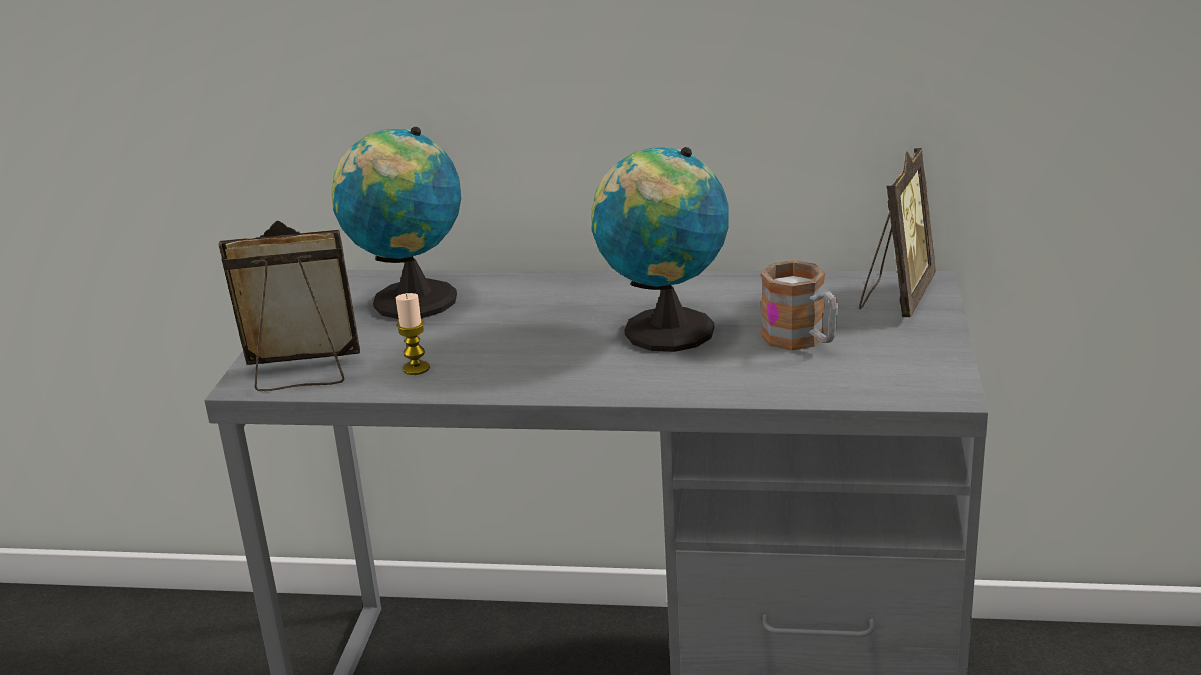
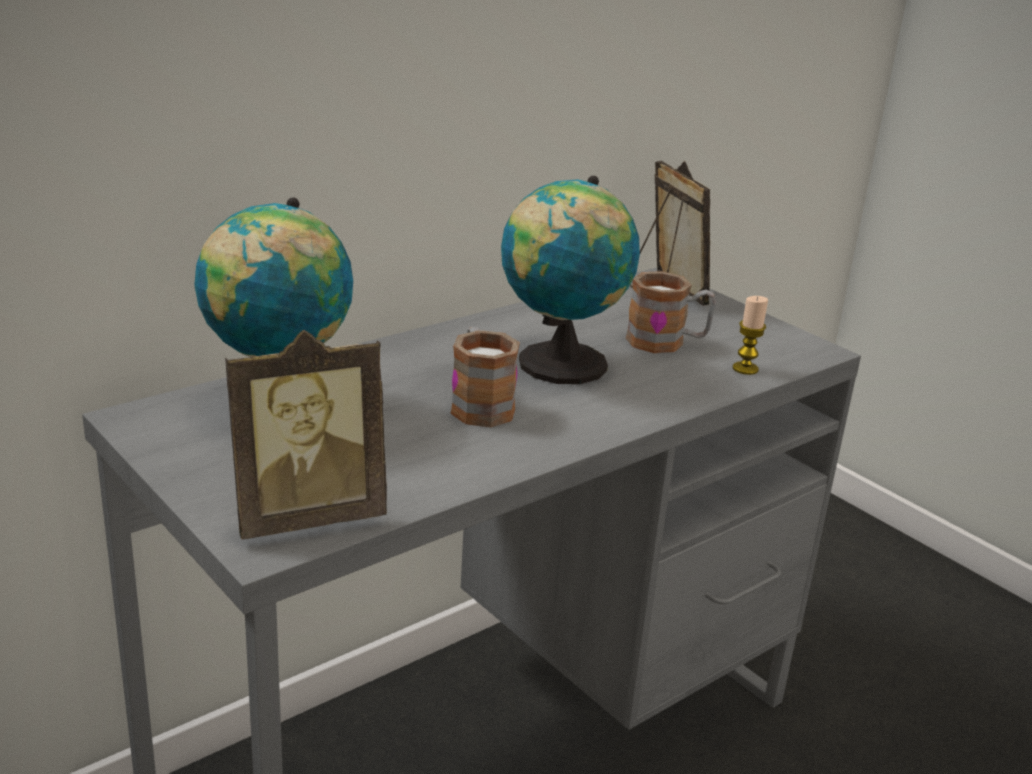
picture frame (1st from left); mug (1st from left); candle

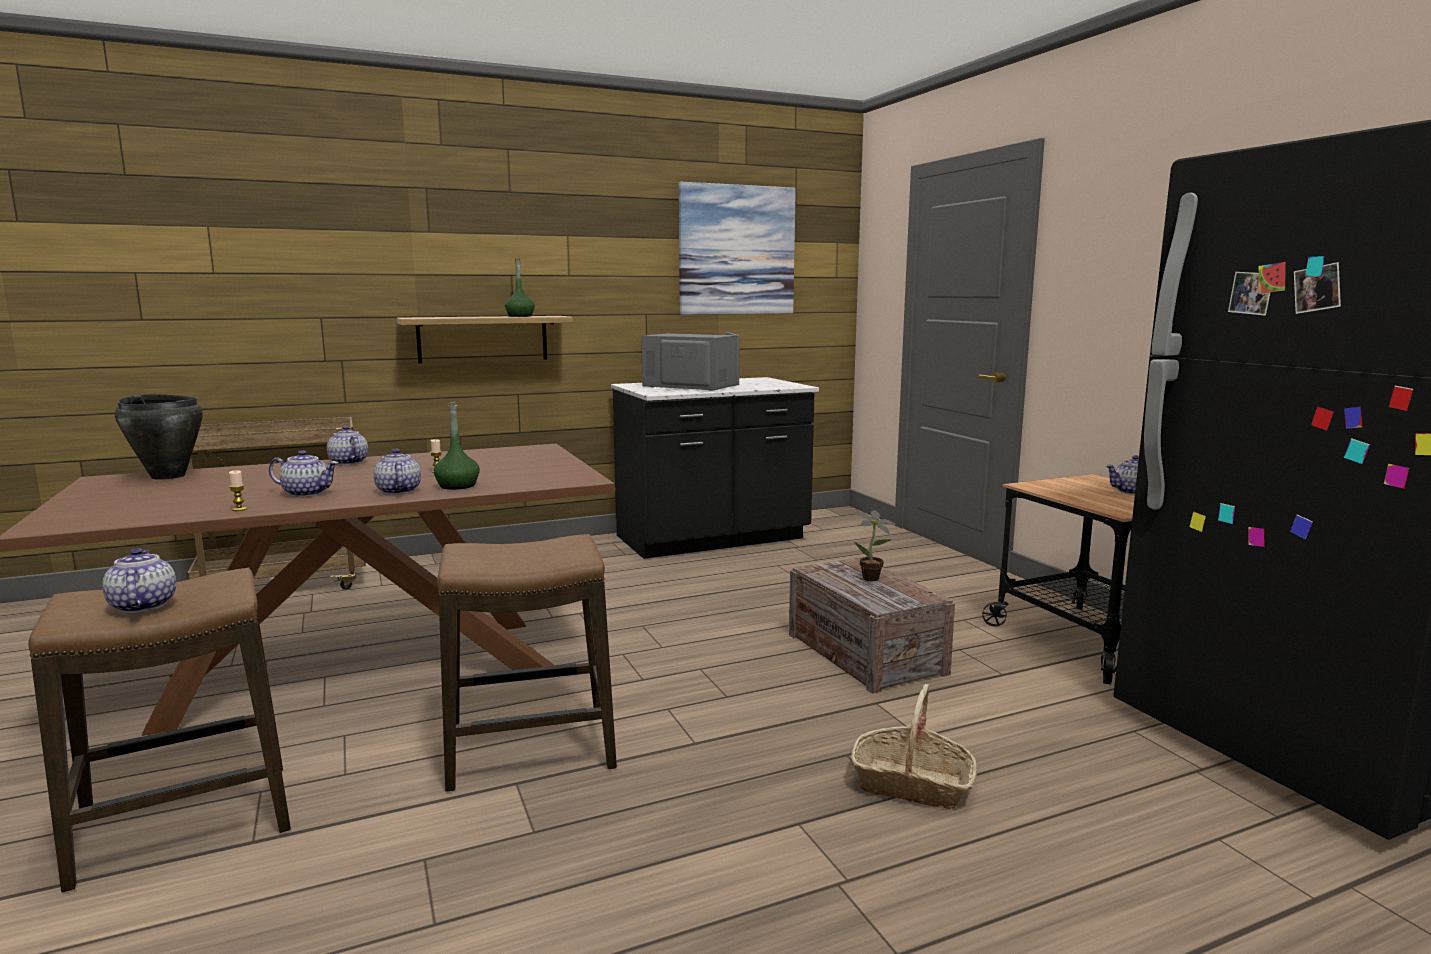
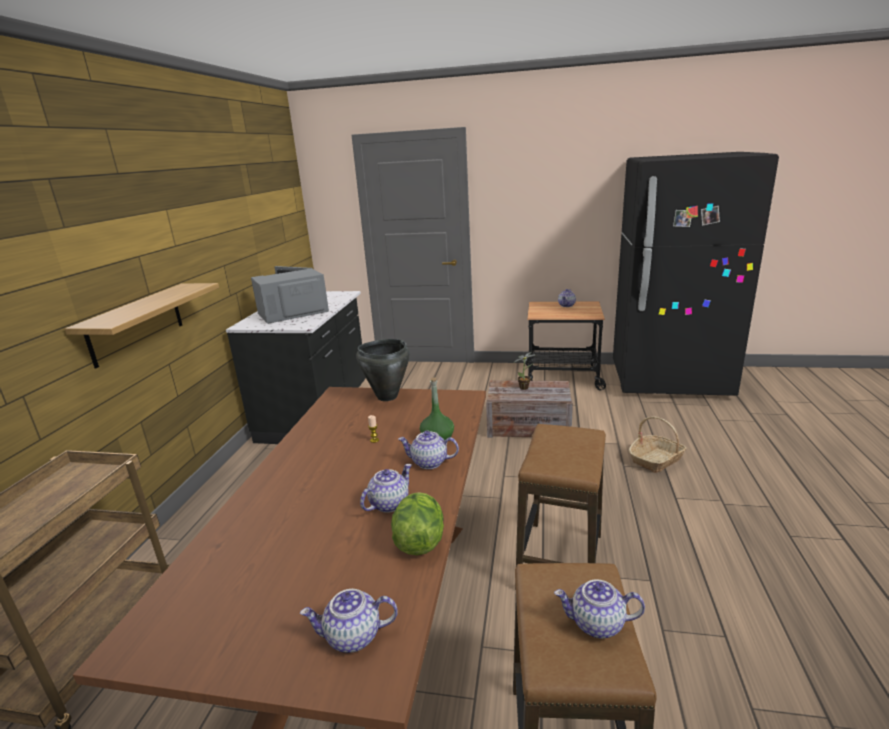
teapot (1st from left); black cooking pot; lettuce; green bottle (2nd from left in the first image); picture

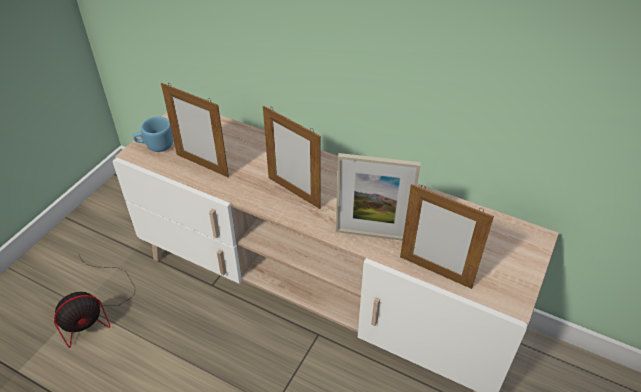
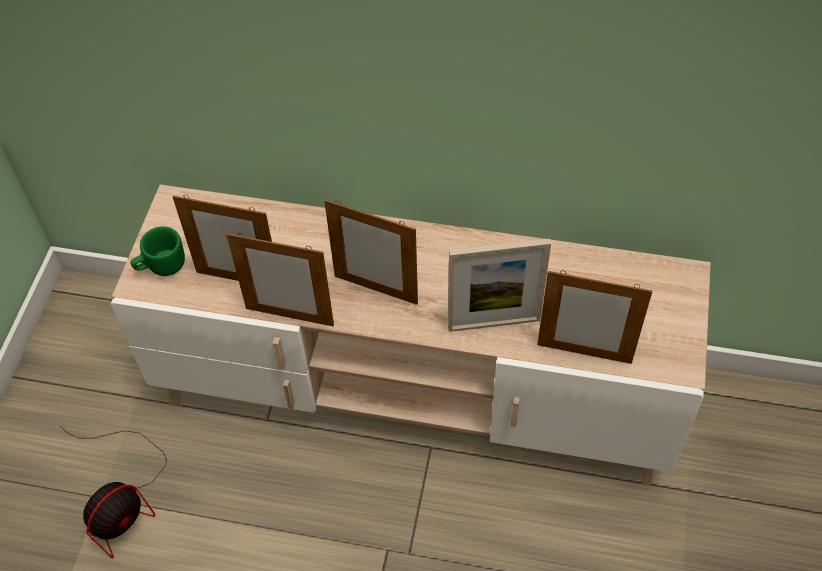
green mug; picture frame (2nd from left)

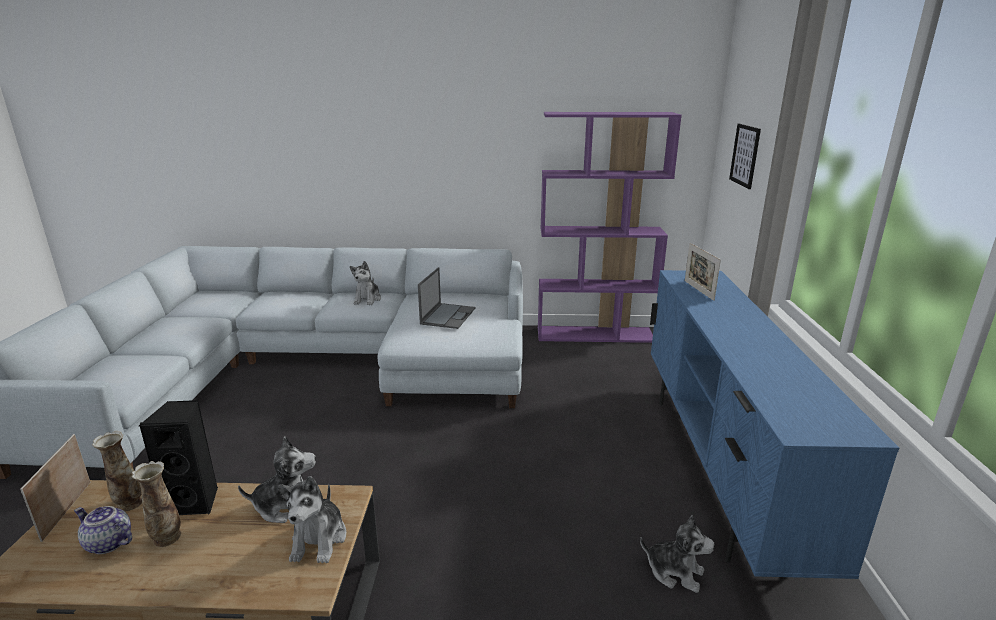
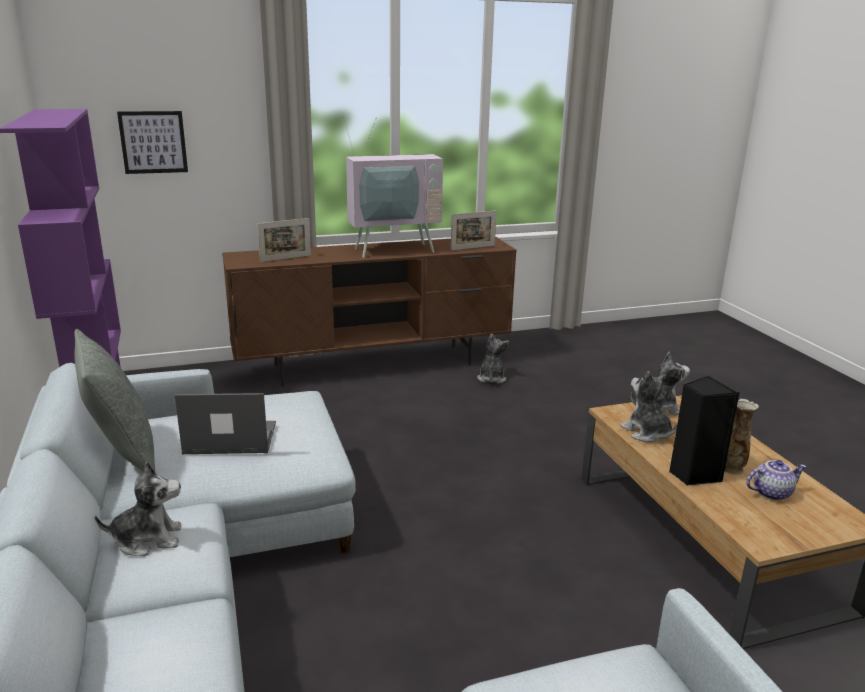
grey pillow; brown tv stand; television; picture frame (2nd from left); teapot; vase (1st from left in the first image)

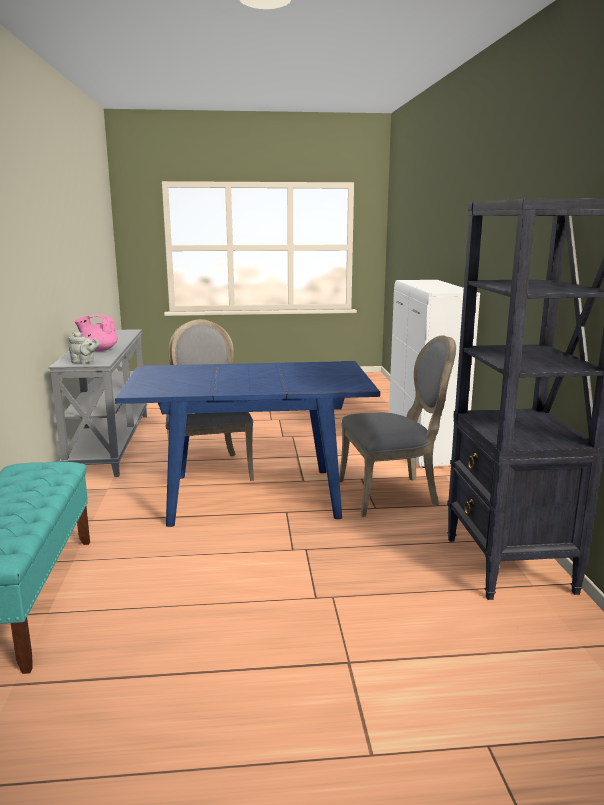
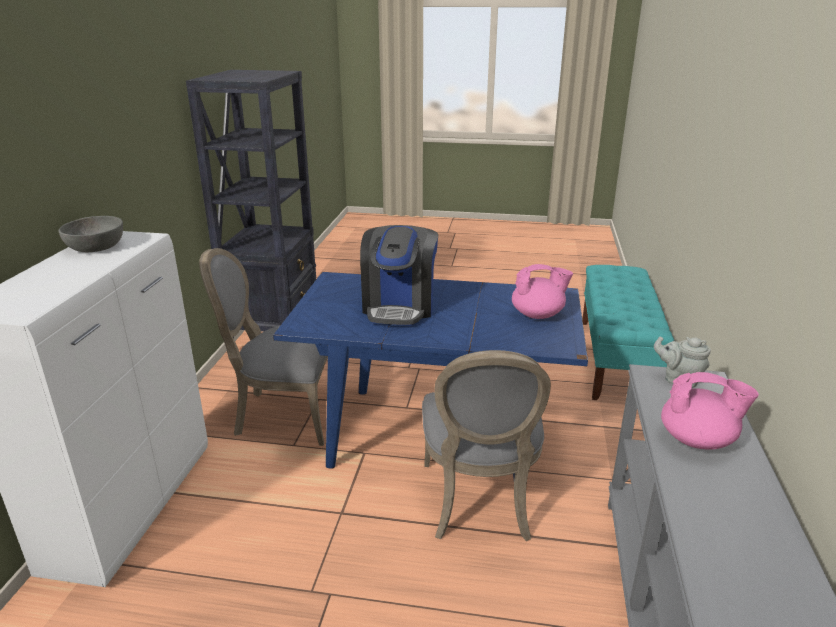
grey bowl; coffee machine; pink teapot (1st from left)

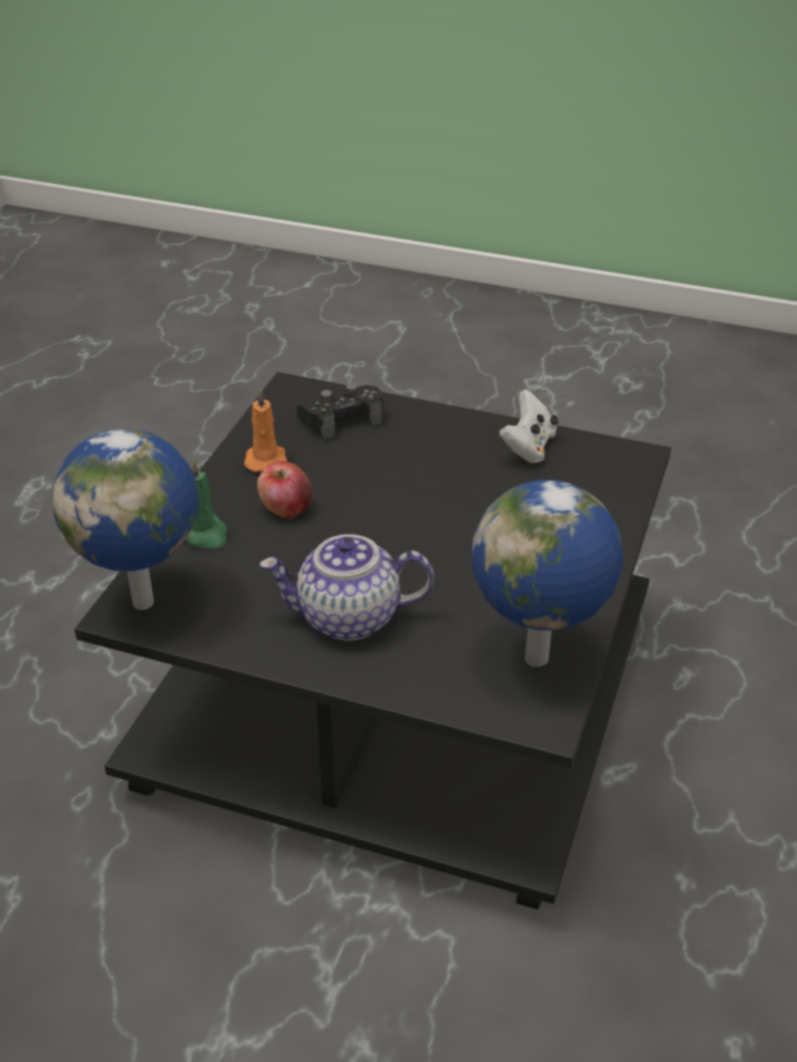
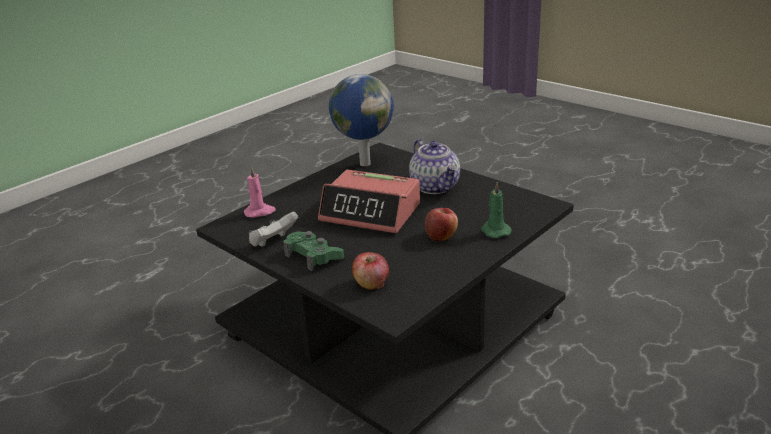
pink candle; green game controller; alarm clock; apple (1st from left); teapot; globe (1st from left in the first image); orange candle

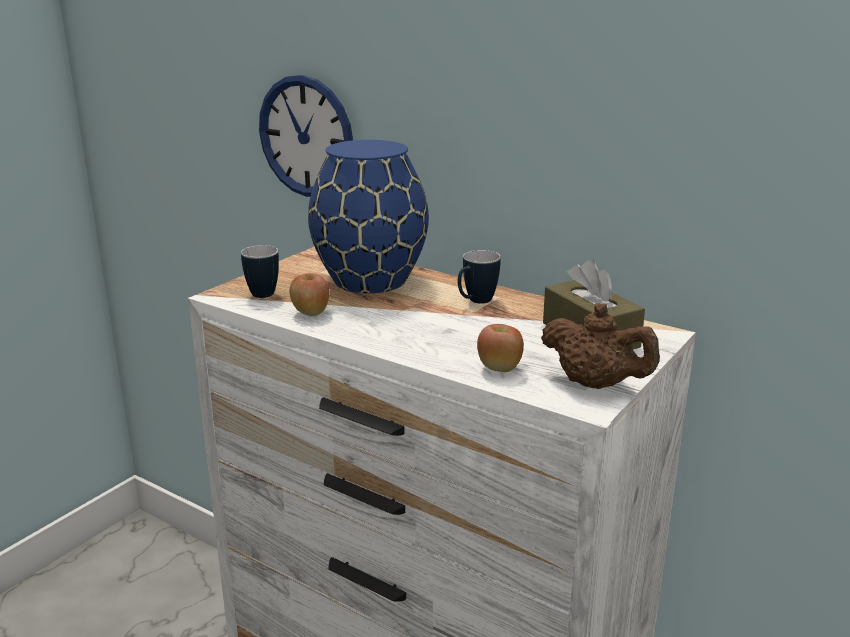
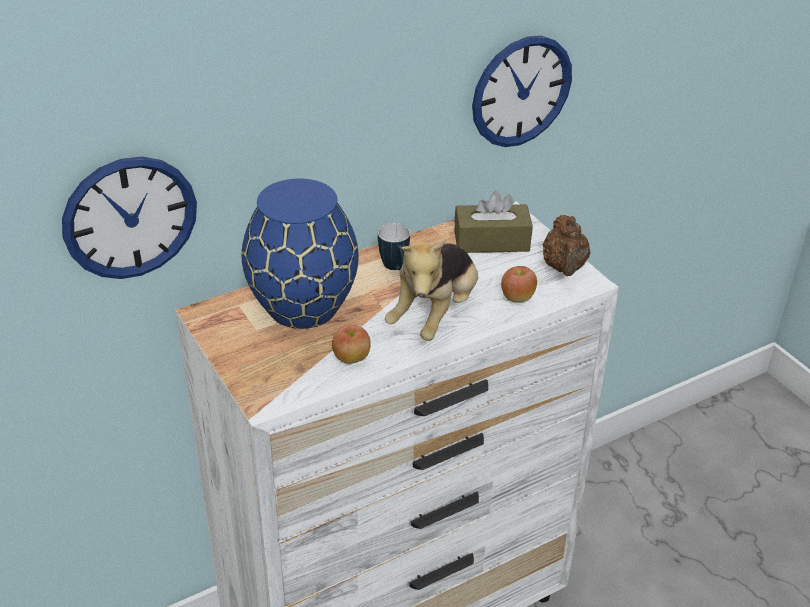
plush toy; wall clock (2nd from left); brown teapot; mug (1st from left in the first image)

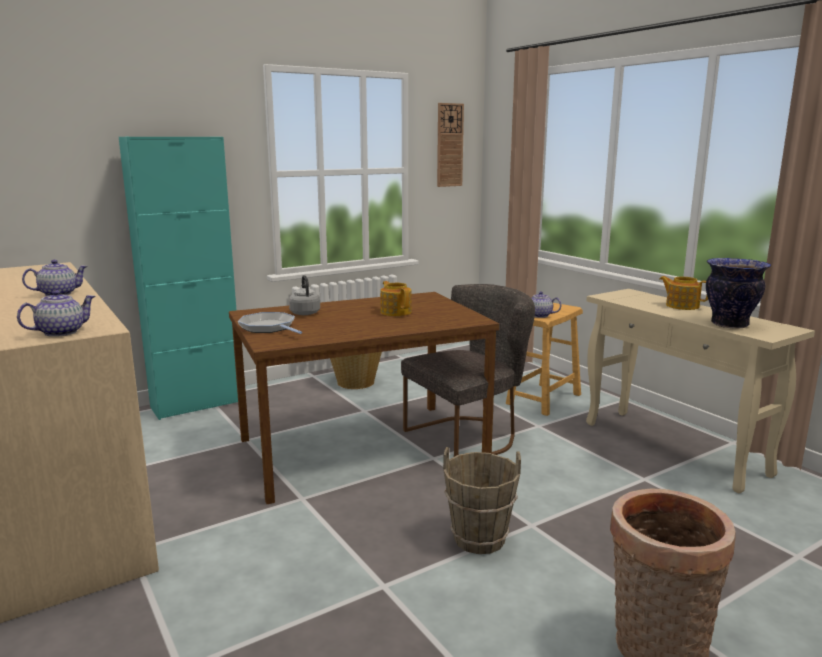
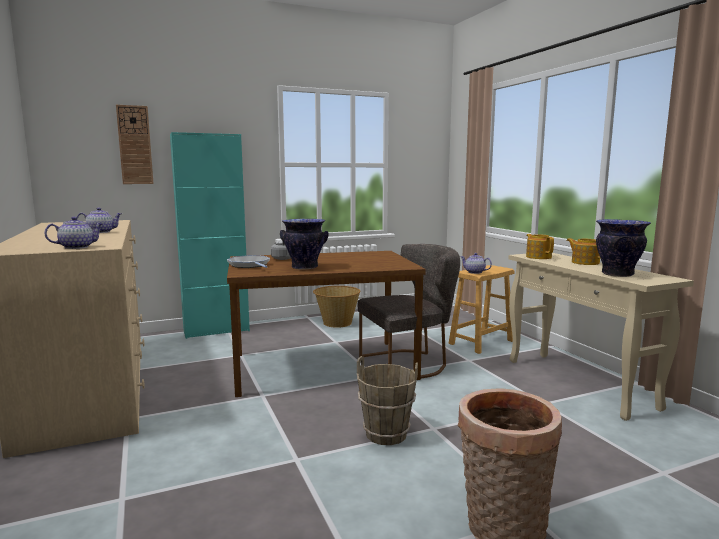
wall clock; vase (1st from left); teapot (4th from left)

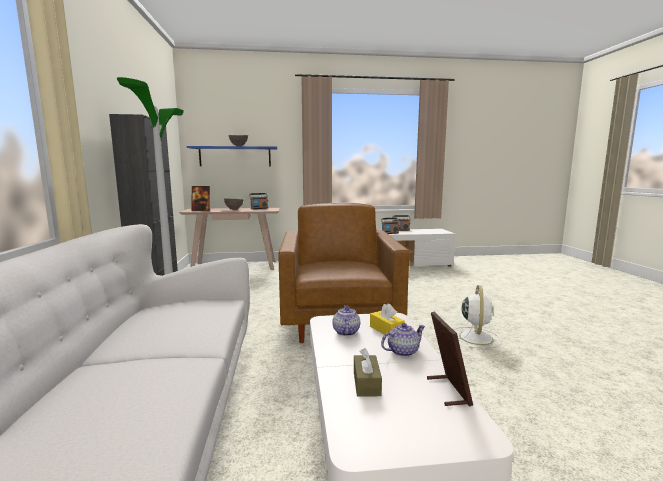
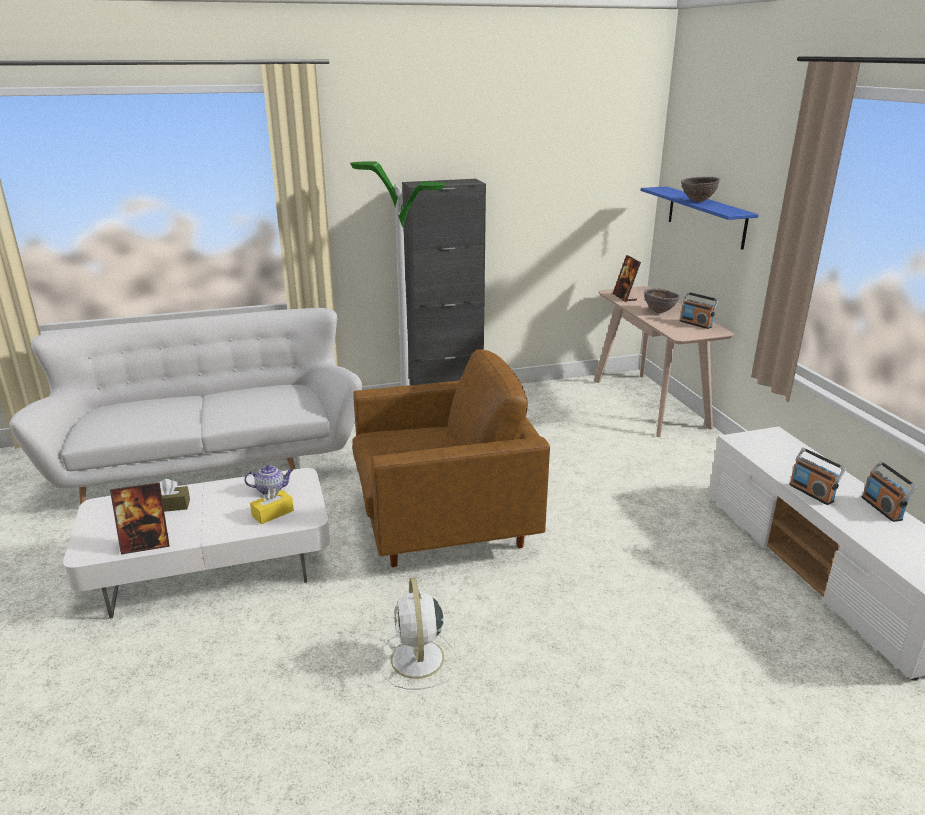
white fan; teapot (2nd from left in the first image)

